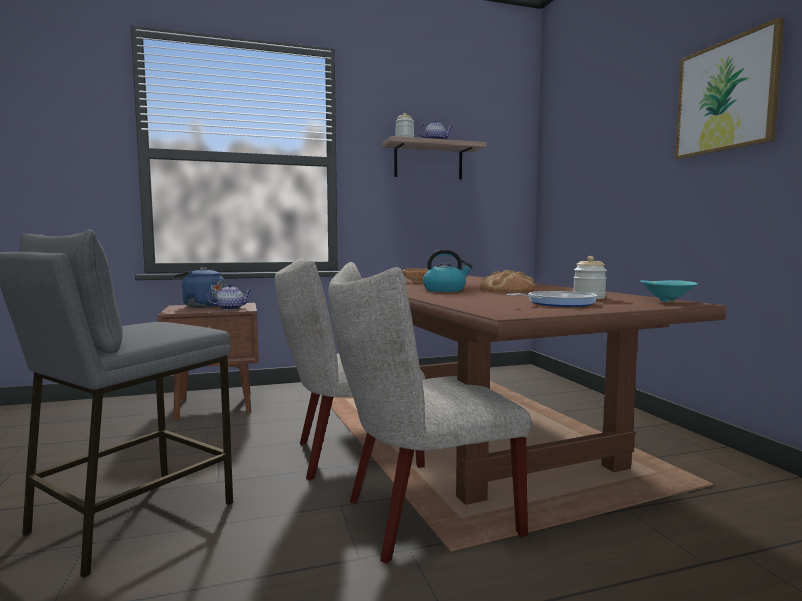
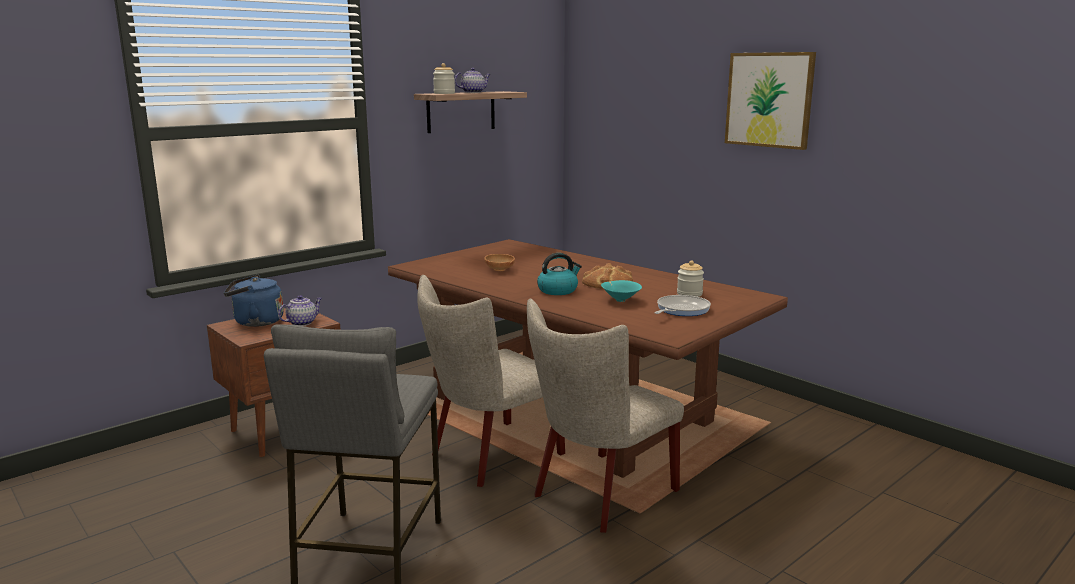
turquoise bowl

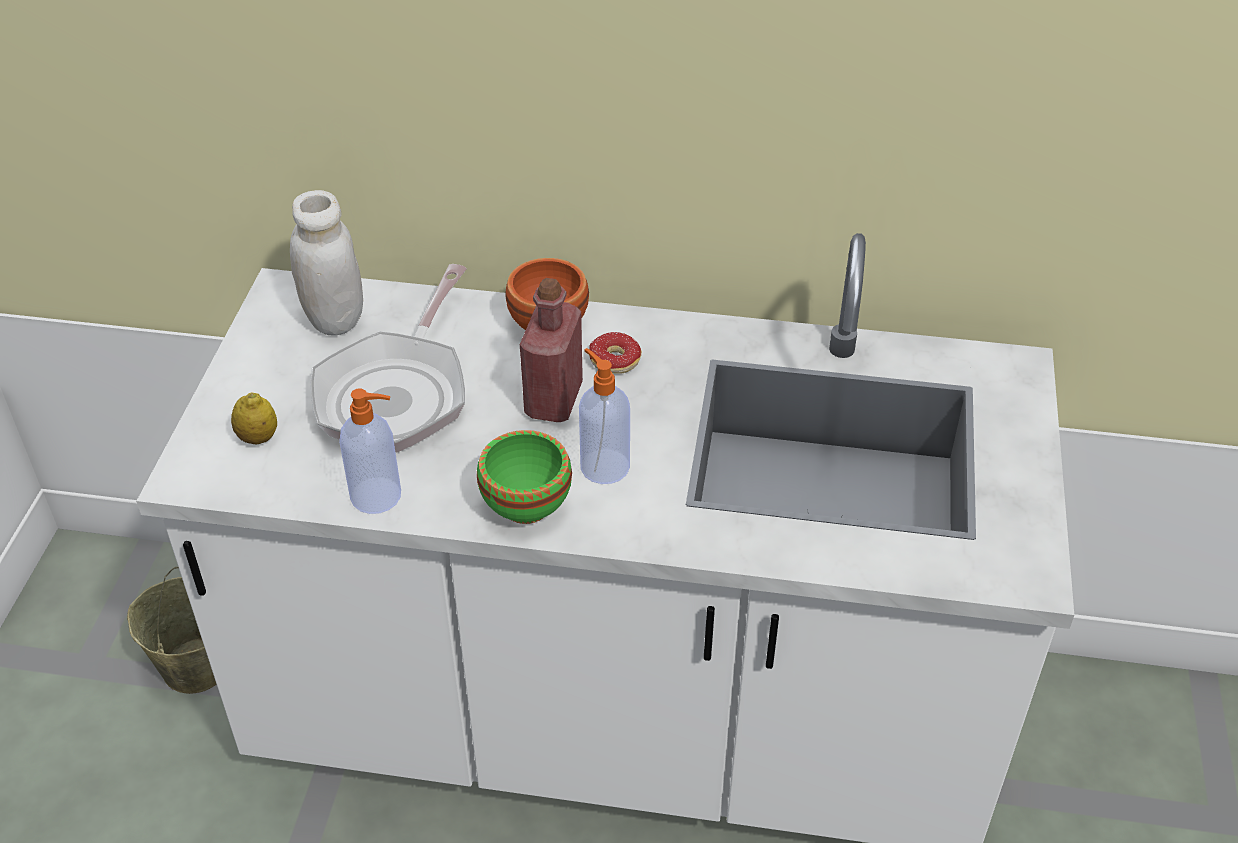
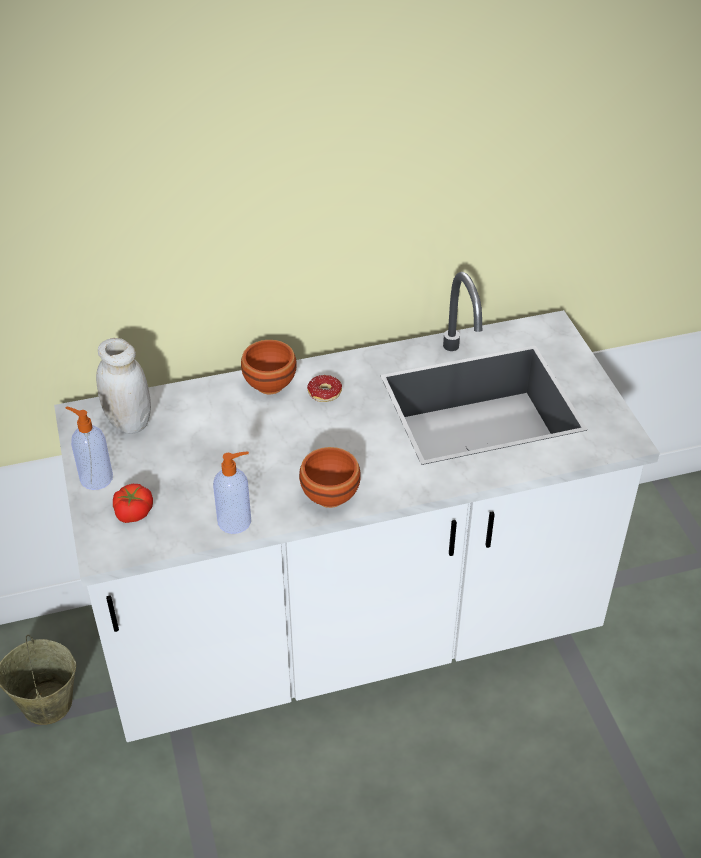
soap dispenser (1st from left); tomato; brown bowl (2nd from left); frying pan; red bottle

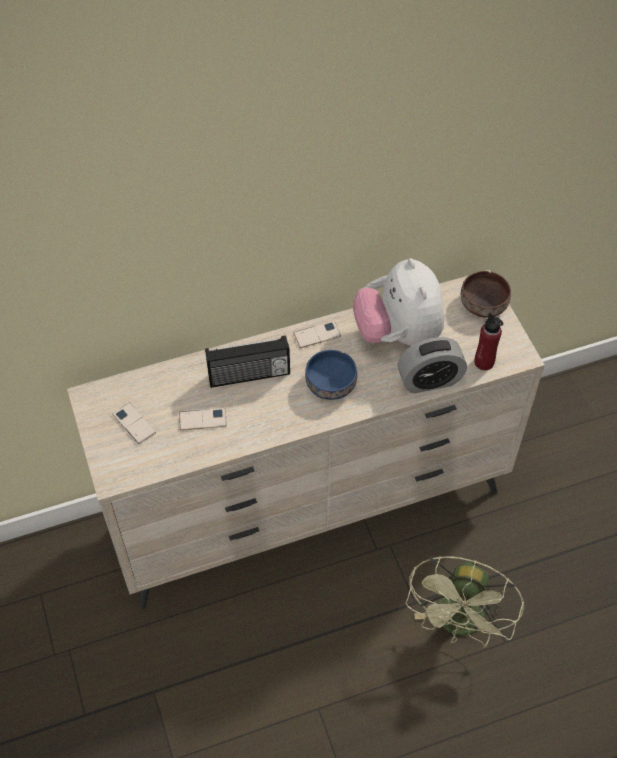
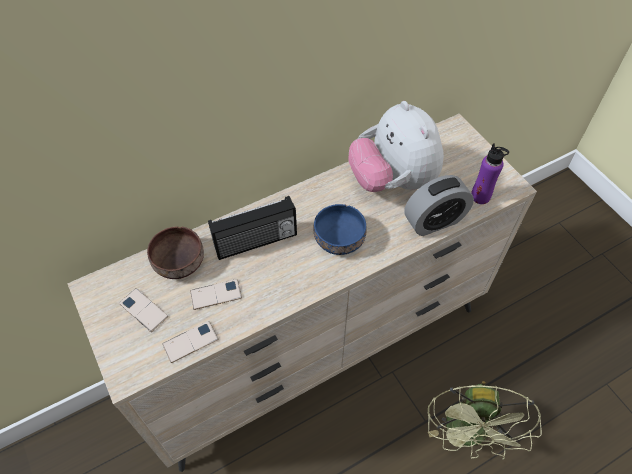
brown bowl; phone (2nd from left); purple bottle

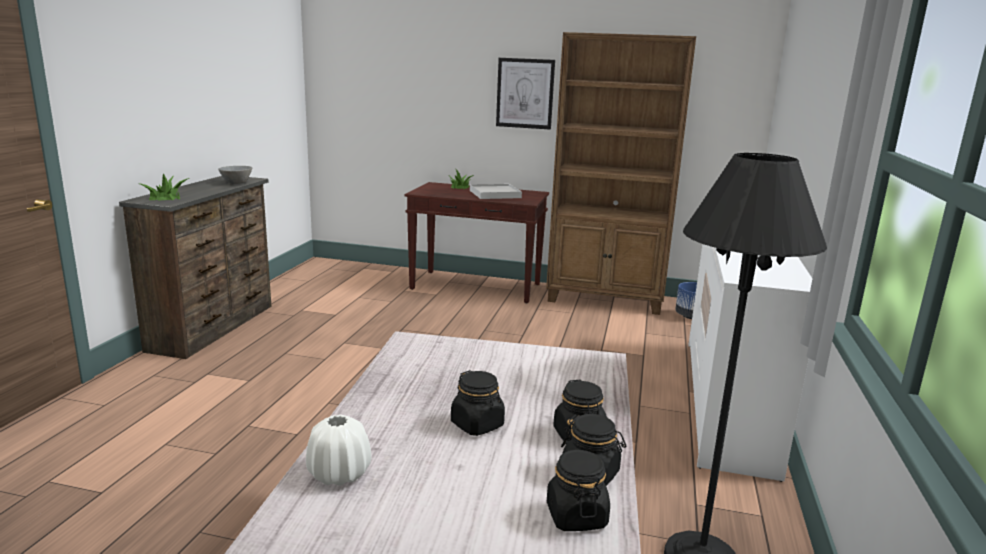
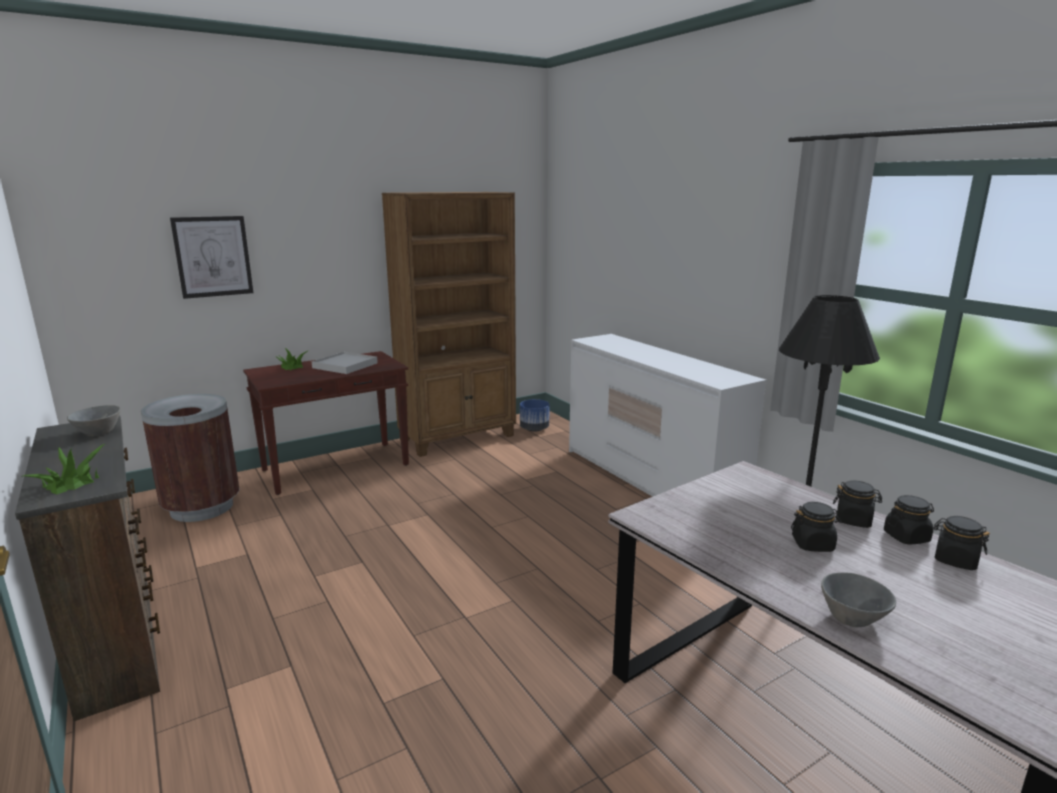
brown trash can; picture; grey bowl (2nd from left)

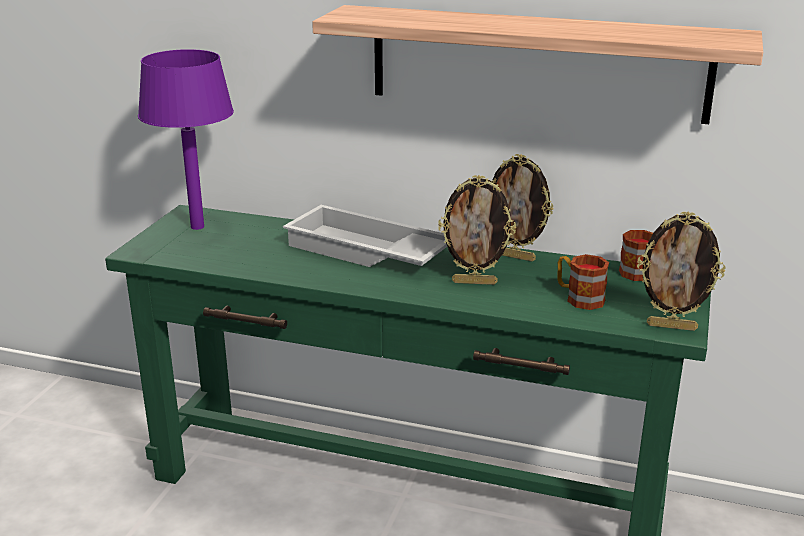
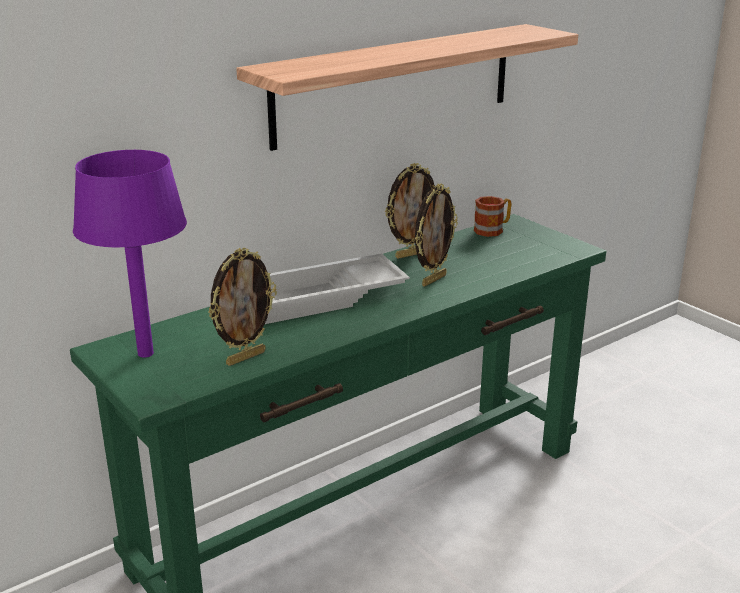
picture frame (1st from left); mug (1st from left in the first image)

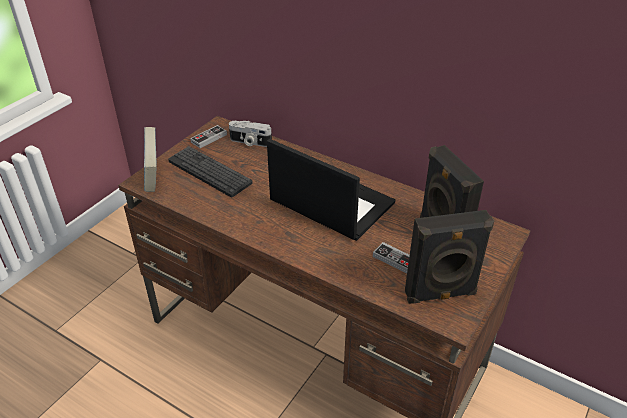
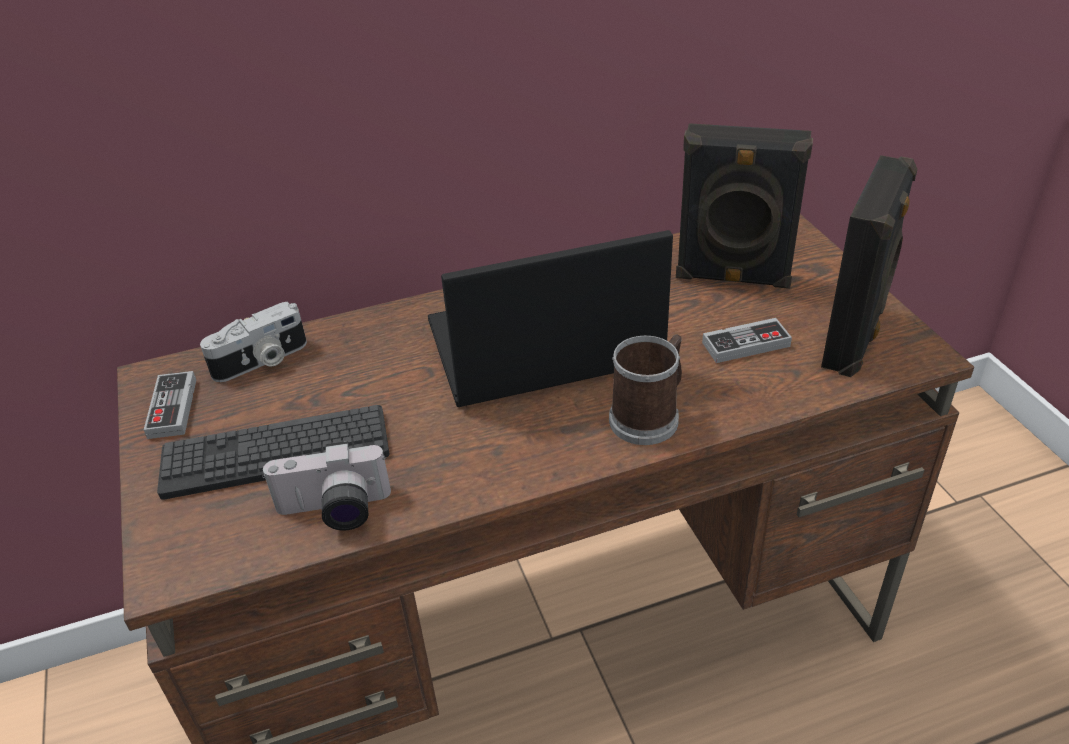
photo camera (2nd from left); mug; book

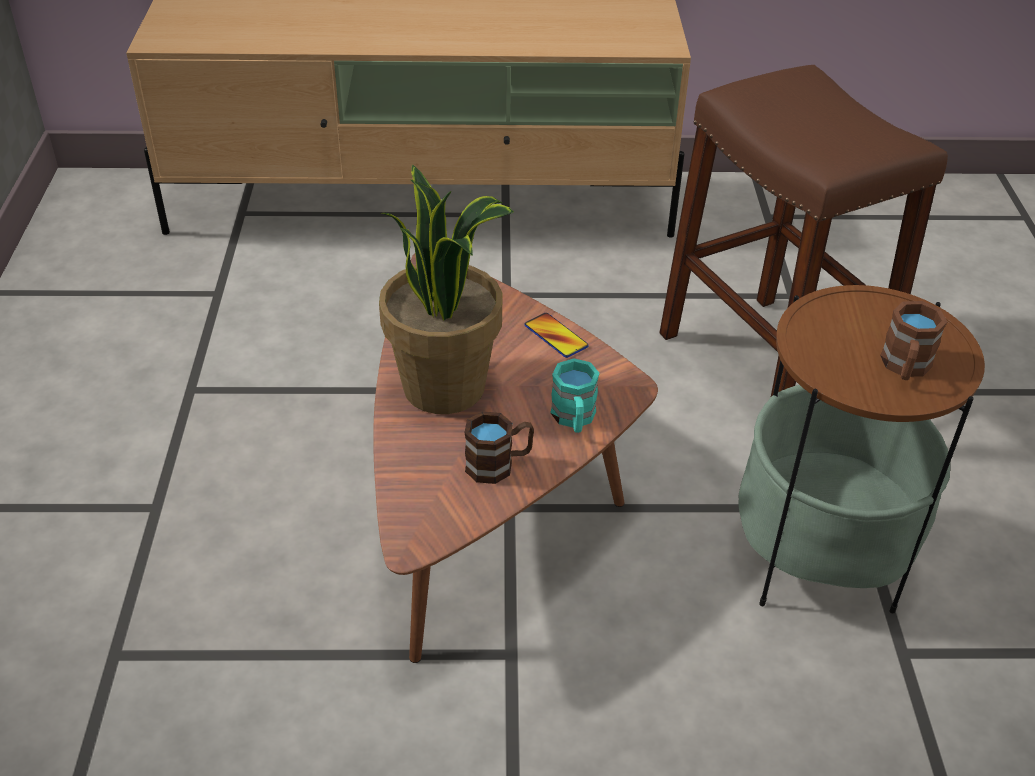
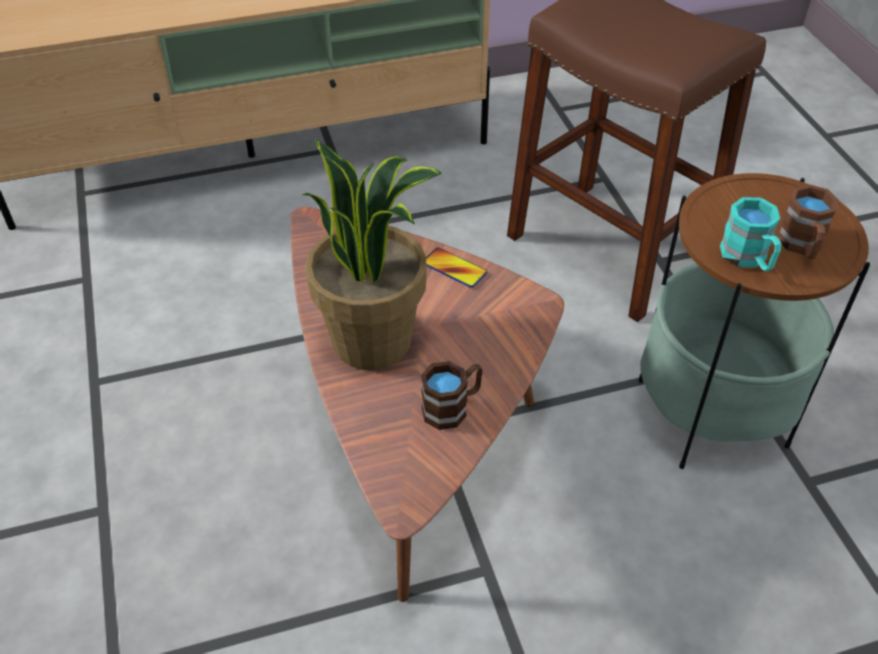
turquoise mug

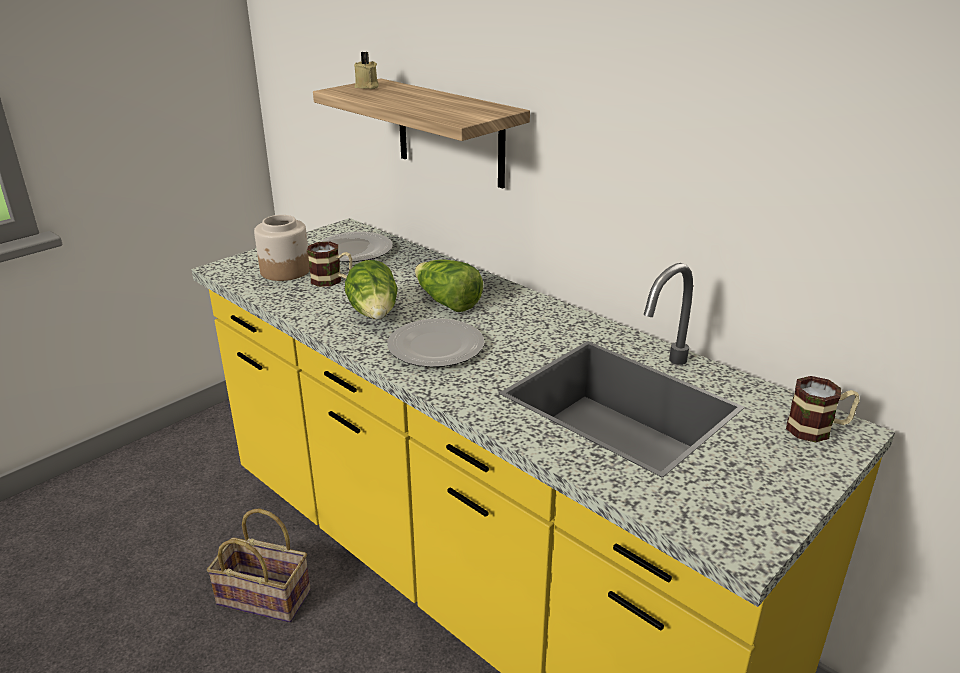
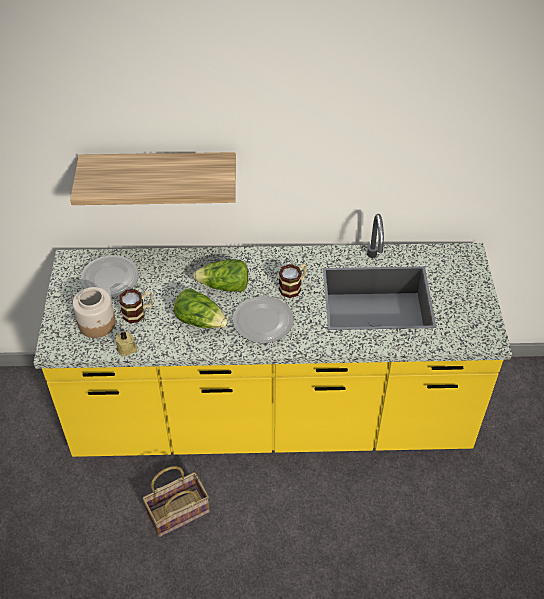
beige candle; mug (2nd from left)

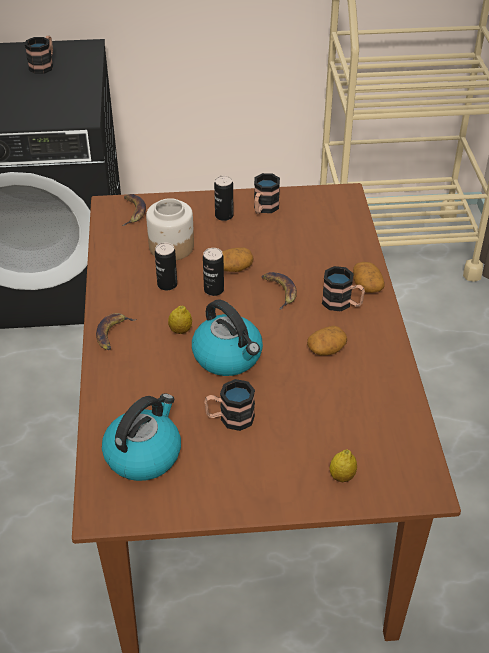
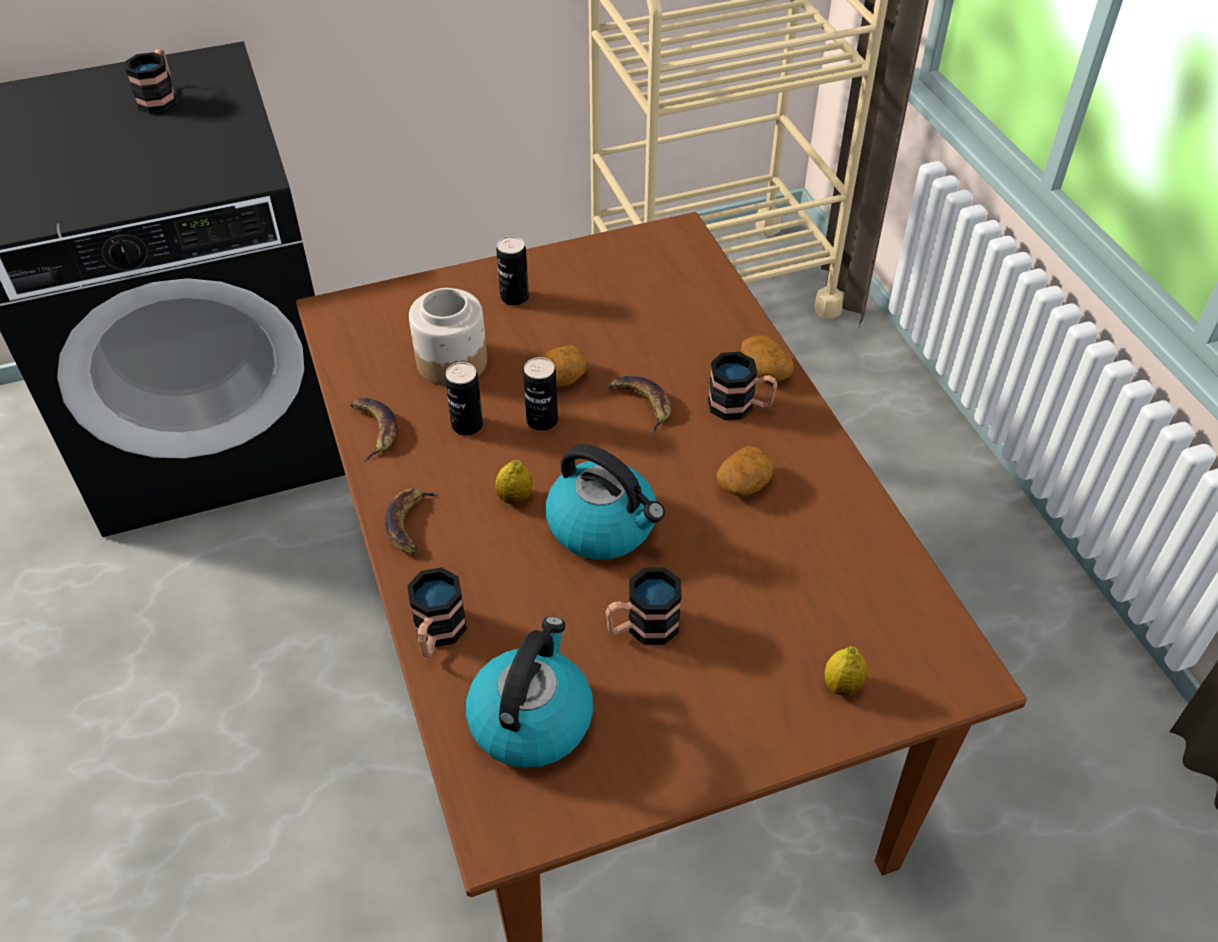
banana (1st from left); mug (2nd from left)

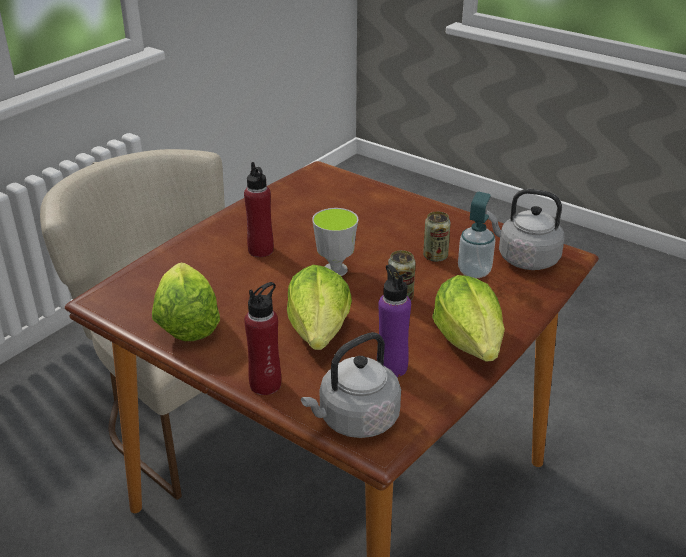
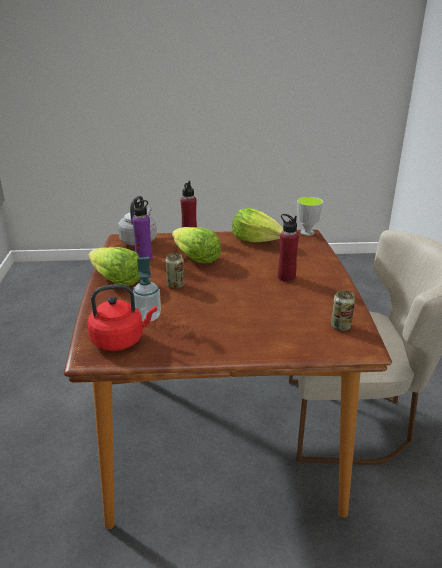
red kettle; cup; can (2nd from left)

